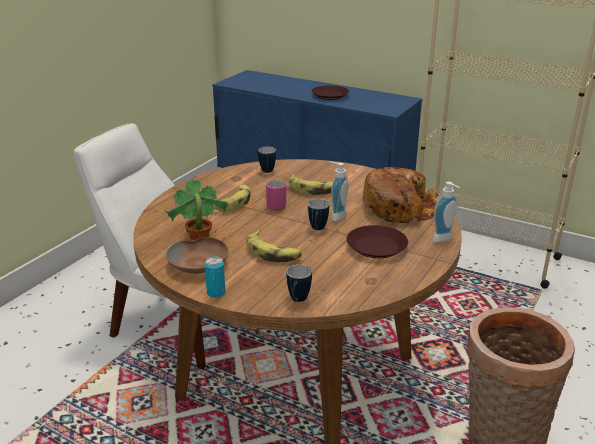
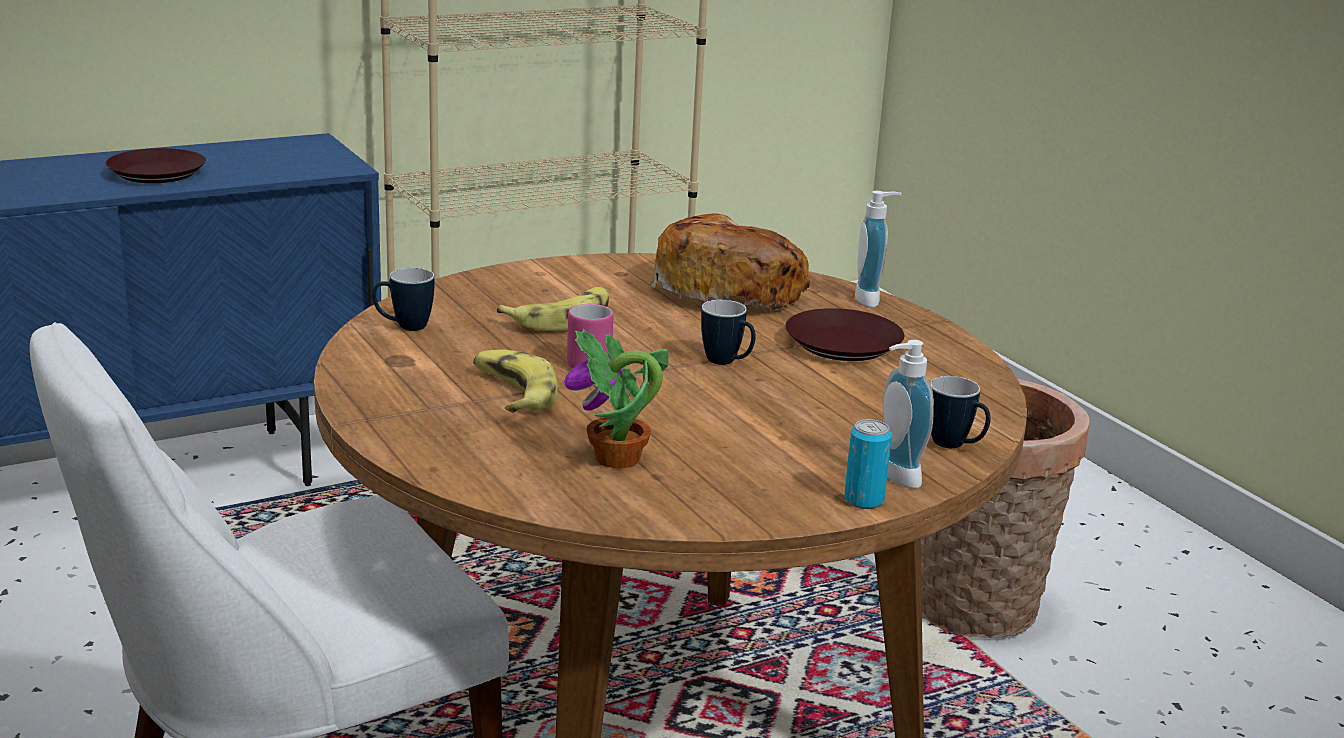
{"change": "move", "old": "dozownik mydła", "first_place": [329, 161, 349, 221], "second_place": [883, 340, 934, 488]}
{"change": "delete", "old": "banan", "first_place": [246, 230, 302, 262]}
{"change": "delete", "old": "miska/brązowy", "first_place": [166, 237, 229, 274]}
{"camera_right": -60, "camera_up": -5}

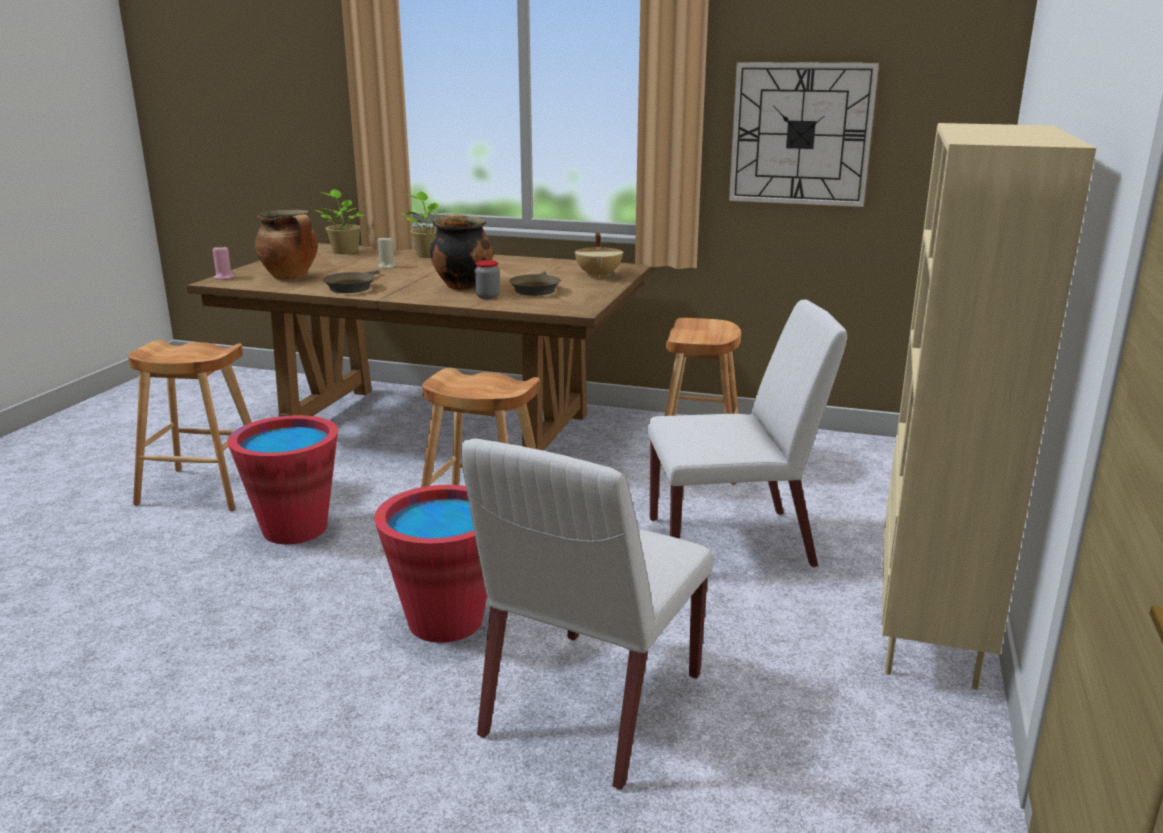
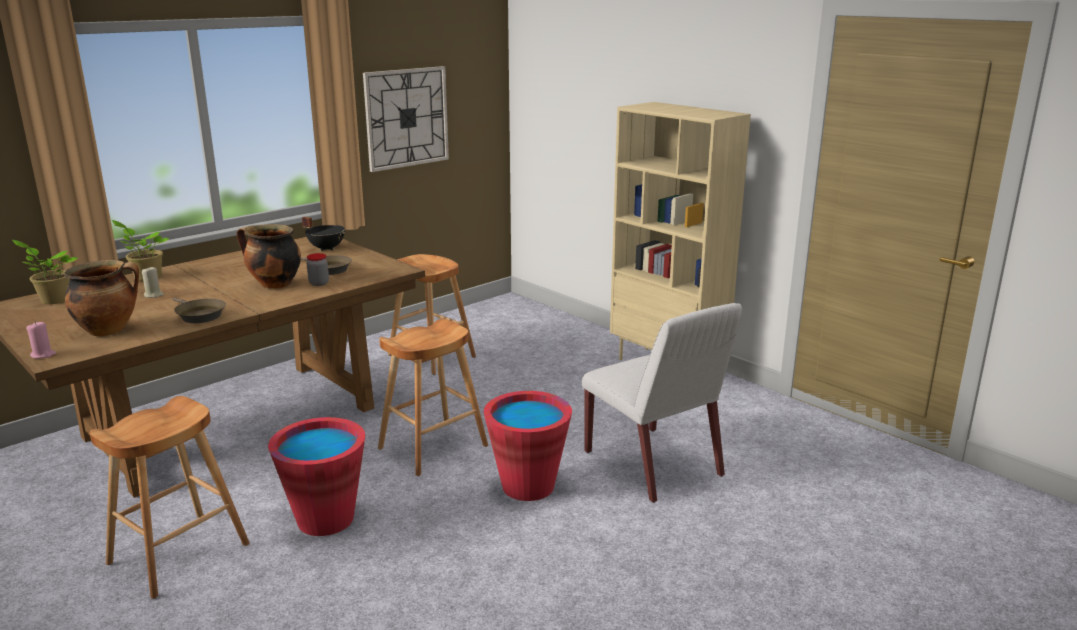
{"change": "recolor", "old": "garnek/beżowy", "new": "garnek/czarny", "first_place": [574, 233, 623, 278], "second_place": [302, 217, 345, 251]}
{"change": "delete", "old": "krzesło/biały", "first_place": [648, 300, 848, 567]}
{"camera_right": -60, "camera_up": 0}

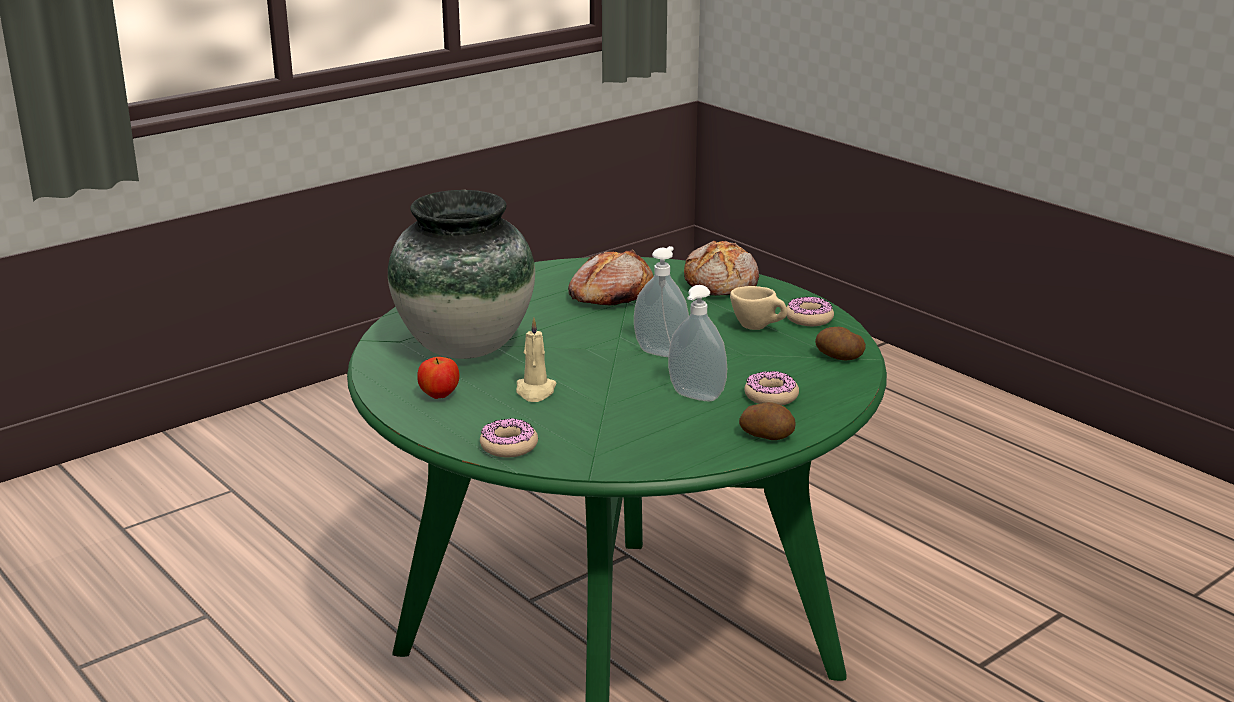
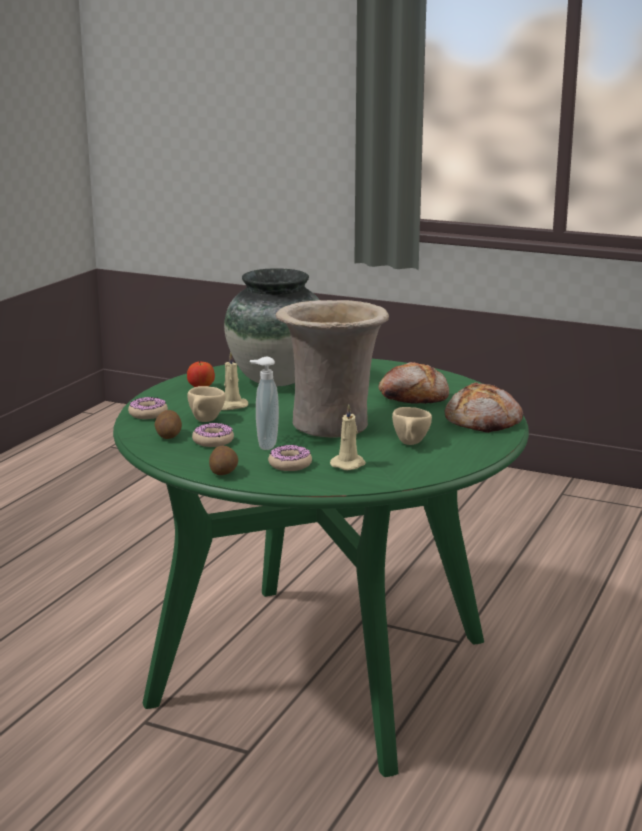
{"change": "replace", "old": "dozownik mydła", "new": "wazon/beżowy", "first_place": [634, 246, 689, 357], "second_place": [276, 300, 389, 438]}
{"change": "move", "old": "donut", "first_place": [787, 296, 834, 326], "second_place": [192, 423, 234, 447]}
{"change": "move", "old": "ziemniak", "first_place": [815, 327, 866, 360], "second_place": [154, 410, 182, 439]}
{"change": "insert", "new": "filiżanka/beżowy", "second_place": [187, 386, 225, 422]}
{"change": "insert", "new": "świeca/beżowy", "second_place": [330, 404, 366, 470]}
{"camera_right": 65, "camera_up": -5}

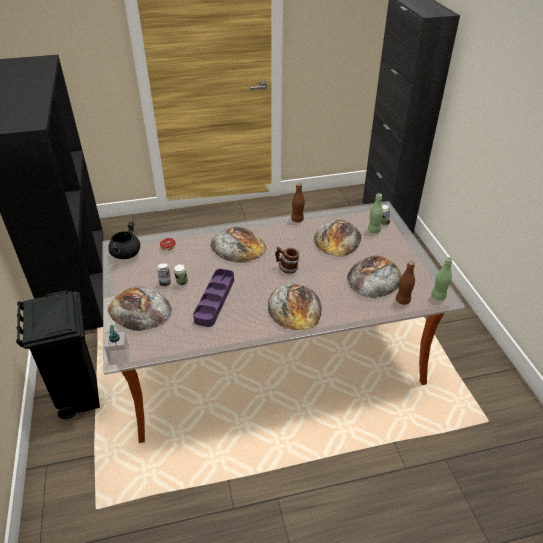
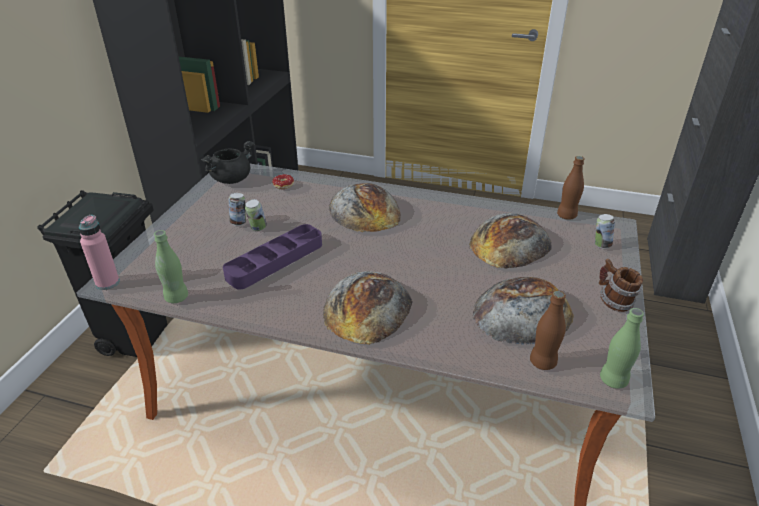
{"change": "move", "old": "butelka/brązowy", "first_place": [291, 183, 305, 222], "second_place": [557, 156, 584, 220]}
{"change": "move", "old": "butelka/zielony", "first_place": [368, 193, 383, 234], "second_place": [154, 230, 188, 303]}
{"change": "move", "old": "kubek", "first_place": [275, 246, 300, 274], "second_place": [599, 259, 643, 312]}
{"change": "delete", "old": "chleb", "first_place": [108, 286, 172, 331]}
{"change": "replace", "old": "dozownik mydła", "new": "butelka/różowy", "first_place": [104, 325, 130, 365], "second_place": [79, 215, 120, 290]}
{"camera_right": 30, "camera_up": -5}

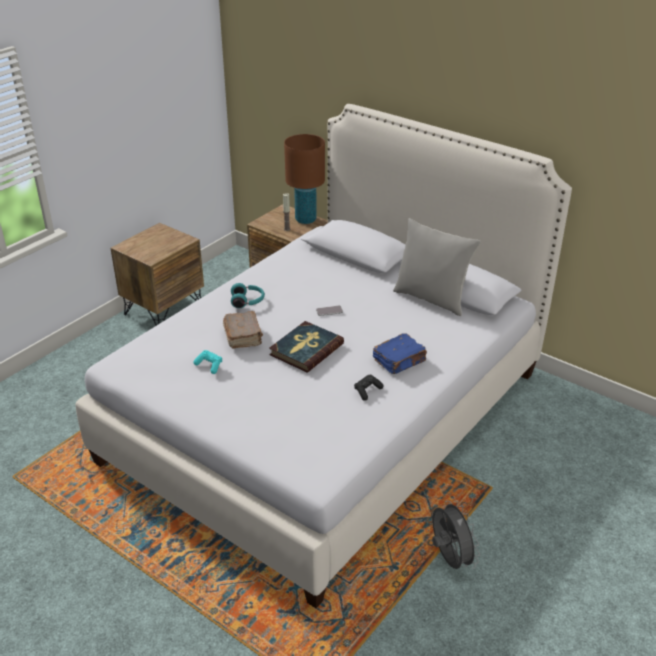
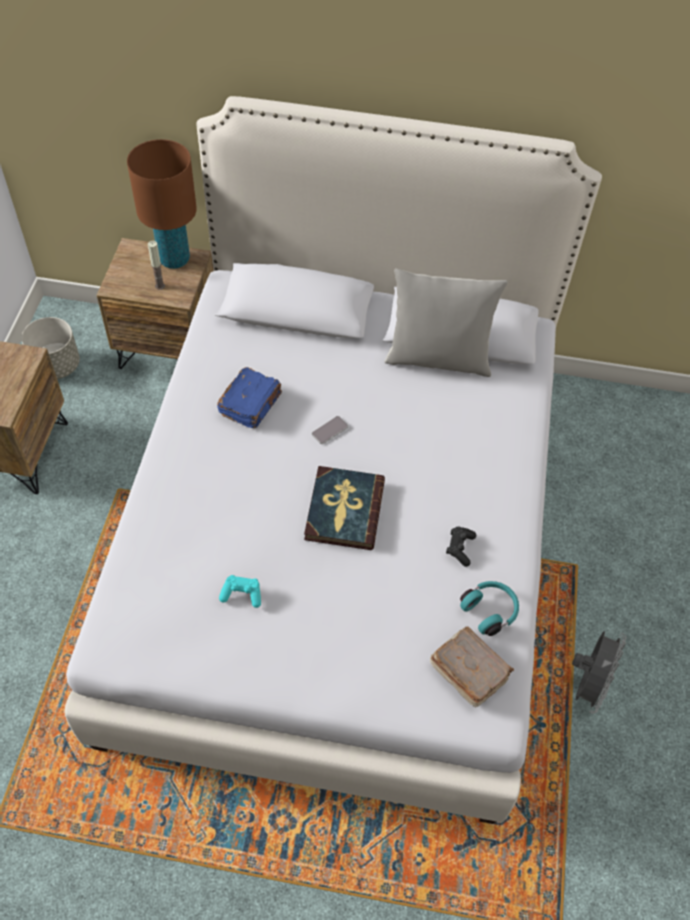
{"change": "move", "old": "słuchawki/turkusowy", "first_place": [231, 283, 265, 308], "second_place": [460, 581, 519, 636]}
{"change": "move", "old": "książka/brązowy", "first_place": [223, 311, 263, 349], "second_place": [430, 627, 514, 707]}
{"change": "move", "old": "książka/niebieski", "first_place": [373, 333, 427, 374], "second_place": [217, 367, 282, 428]}
{"change": "rotate", "old": "wentylator/szary", "first_place": [432, 500, 480, 569], "second_place": [572, 631, 626, 714], "degrees": 75}
{"change": "insert", "new": "donica/szary", "second_place": [21, 317, 80, 379]}
{"camera_right": -30, "camera_up": 20}

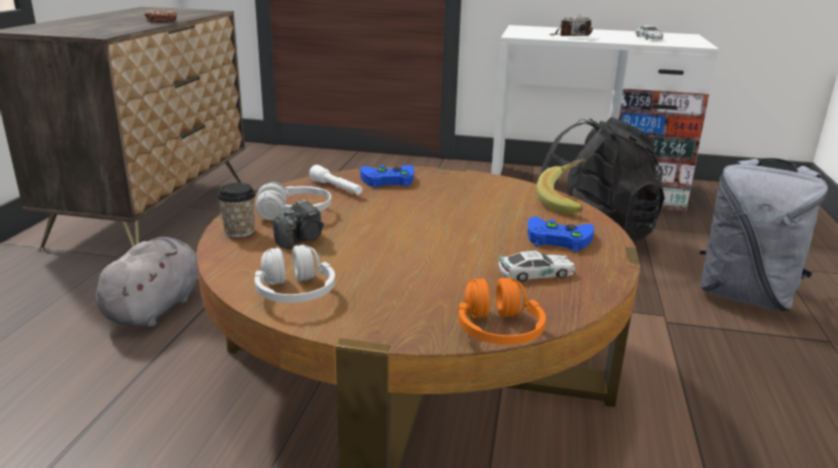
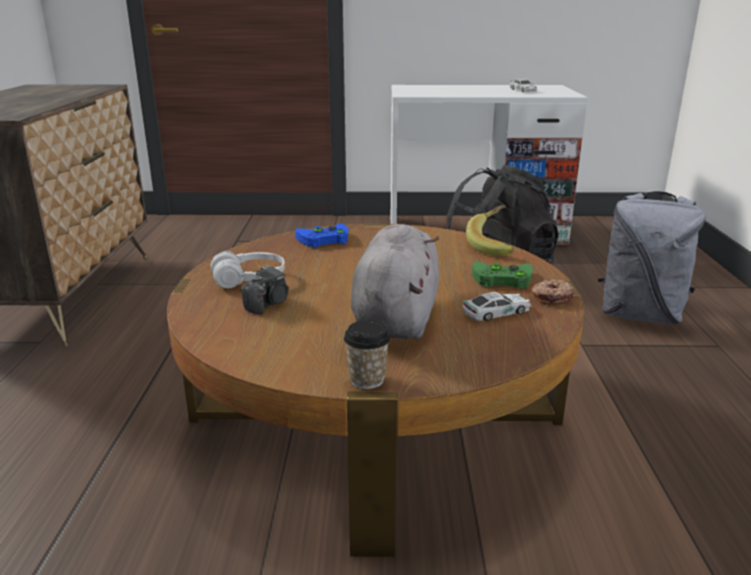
{"change": "move", "old": "donut", "first_place": [144, 10, 177, 22], "second_place": [532, 280, 574, 305]}
{"change": "delete", "old": "aparat fotograficzny", "first_place": [549, 15, 593, 36]}
{"change": "delete", "old": "latarka/biały", "first_place": [309, 165, 362, 194]}
{"change": "move", "old": "filiżanka", "first_place": [217, 183, 256, 237], "second_place": [344, 320, 390, 389]}
{"change": "recolor", "old": "pad do gier/niebieski", "new": "pad do gier/zielony", "first_place": [527, 217, 594, 252], "second_place": [472, 261, 533, 290]}
{"change": "move", "old": "pluszak/szary", "first_place": [96, 237, 198, 327], "second_place": [351, 224, 439, 339]}
{"change": "delete", "old": "słuchawki/biały", "first_place": [255, 245, 335, 303]}
{"change": "delete", "old": "słuchawki/pomarańczowy", "first_place": [458, 278, 546, 345]}
{"camera_right": -10, "camera_up": 0}

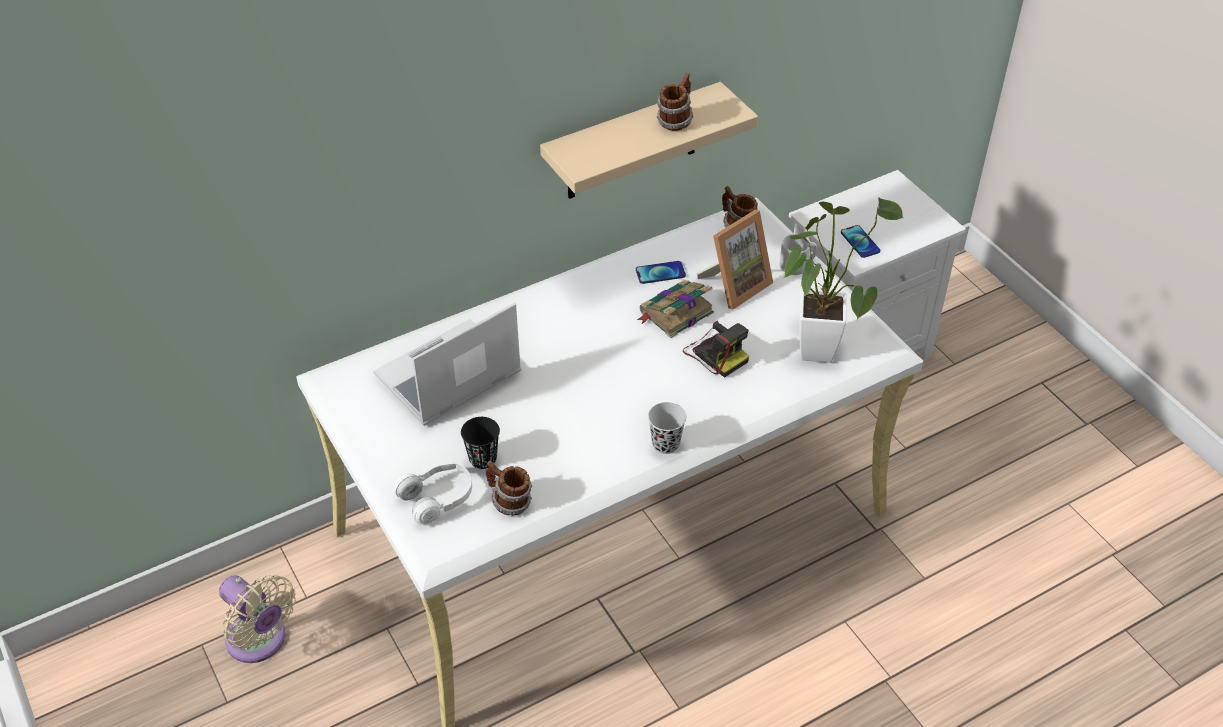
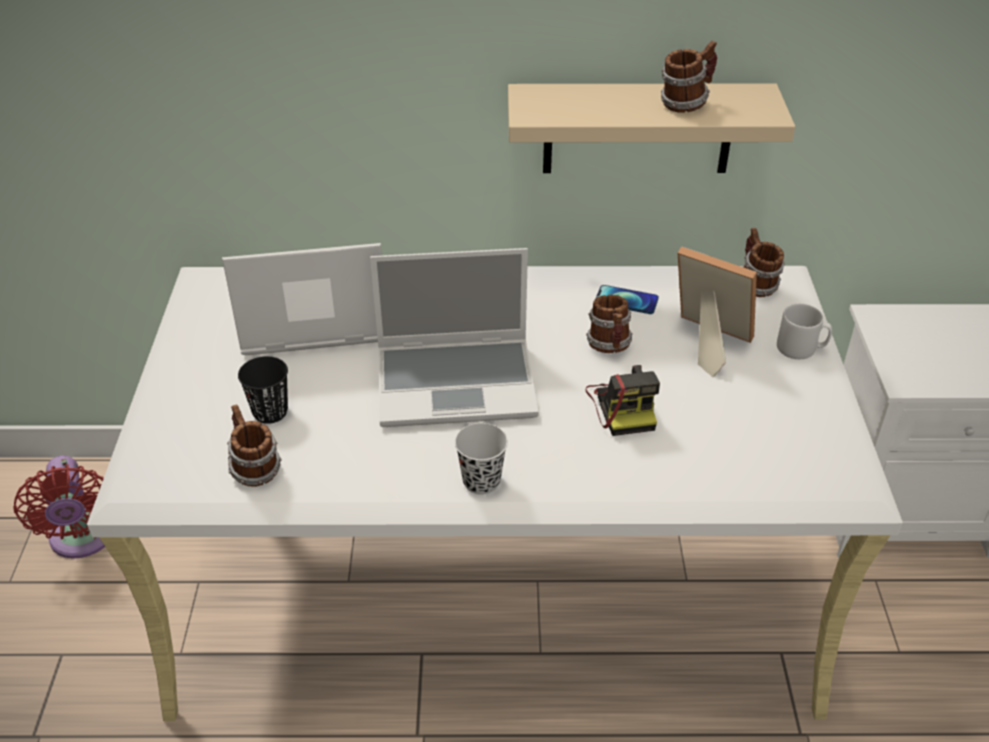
{"change": "delete", "old": "roślina doniczkowa", "first_place": [784, 197, 904, 363]}
{"change": "rotate", "old": "ramka na zdjęcie", "first_place": [697, 210, 773, 310], "second_place": [678, 246, 757, 377], "degrees": -135}
{"change": "delete", "old": "telefon", "first_place": [841, 225, 880, 258]}
{"change": "replace", "old": "książka", "new": "kubek", "first_place": [637, 280, 714, 338], "second_place": [586, 295, 633, 353]}
{"change": "delete", "old": "słuchawki/biały", "first_place": [394, 462, 472, 525]}
{"change": "recolor", "old": "wentylator/beżowy", "new": "wentylator/czerwony", "first_place": [219, 575, 296, 663], "second_place": [13, 456, 105, 559]}
{"change": "insert", "new": "laptop", "second_place": [370, 248, 539, 427]}
{"camera_right": 30, "camera_up": -5}

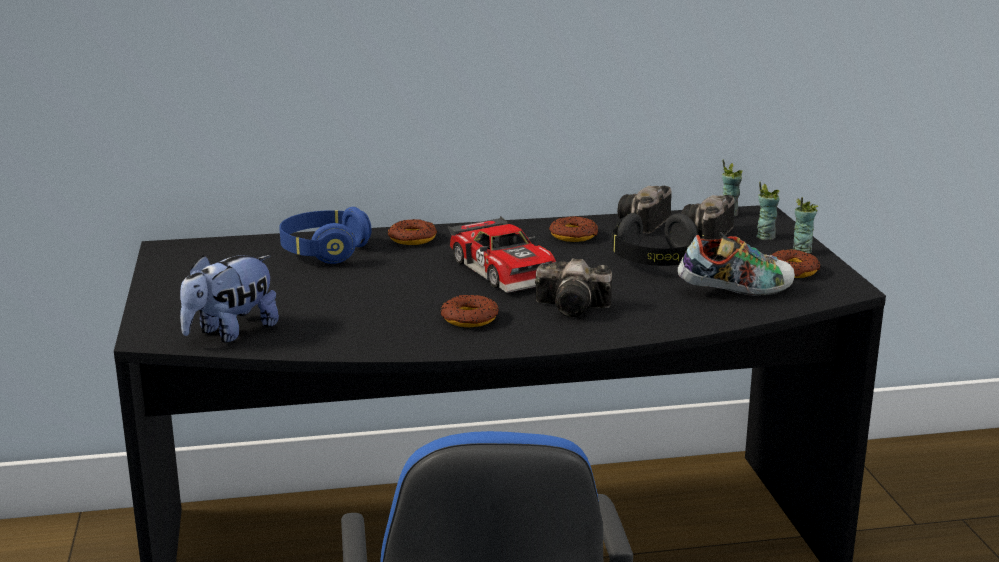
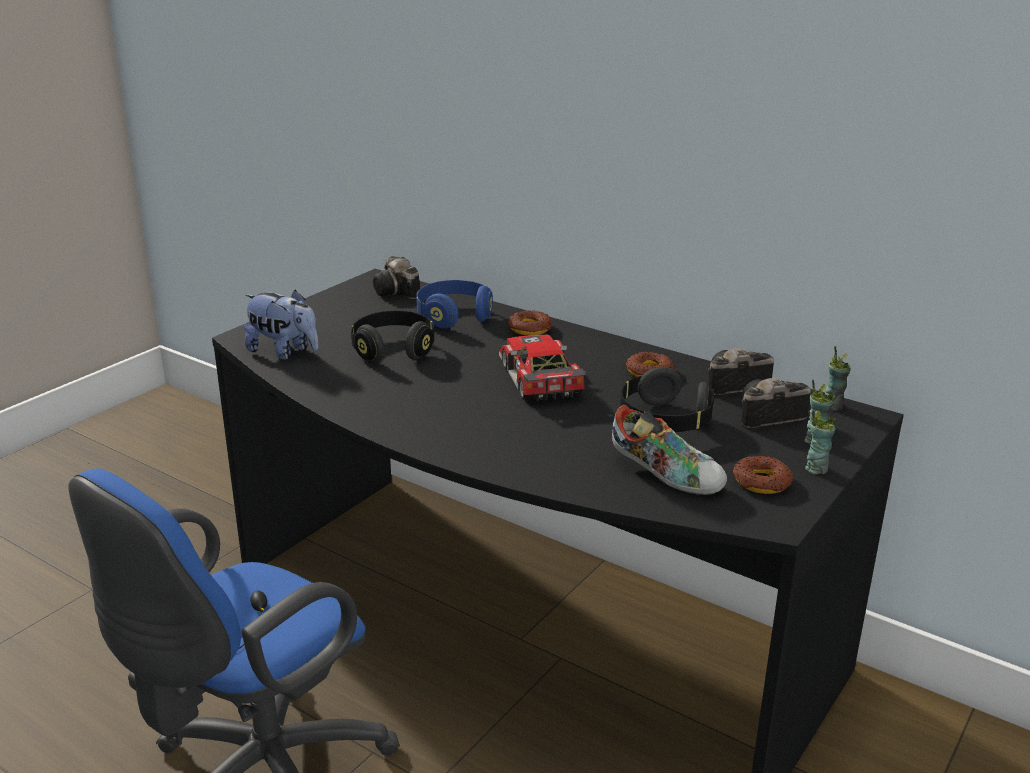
{"change": "rotate", "old": "samochodzik", "first_place": [448, 216, 556, 293], "second_place": [499, 335, 586, 401], "degrees": 150}
{"change": "rotate", "old": "pluszak", "first_place": [180, 255, 279, 342], "second_place": [244, 290, 319, 360], "degrees": -150}
{"change": "move", "old": "aparat fotograficzny", "first_place": [535, 258, 612, 317], "second_place": [373, 256, 420, 299]}
{"change": "delete", "old": "donut", "first_place": [440, 294, 499, 327]}
{"change": "insert", "new": "słuchawki/czarny", "second_place": [351, 310, 434, 363]}
{"camera_right": 45, "camera_up": 5}

